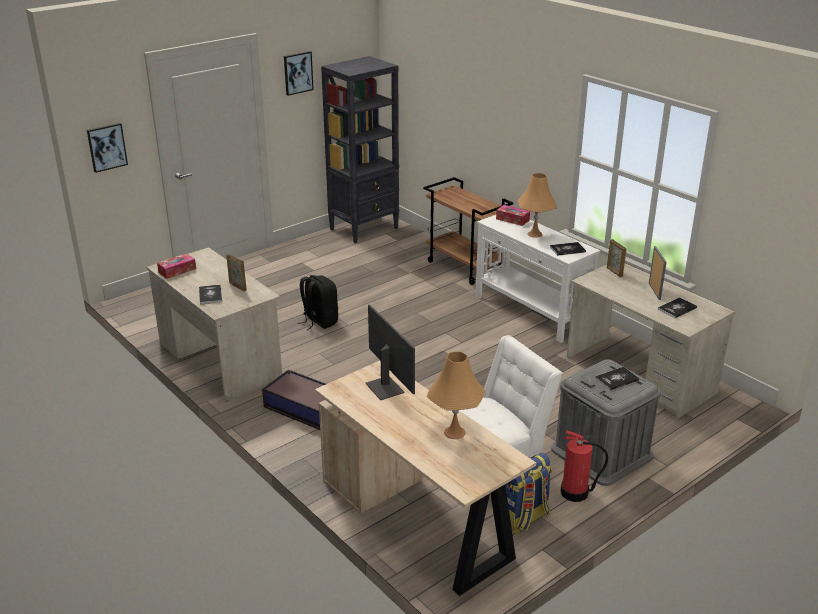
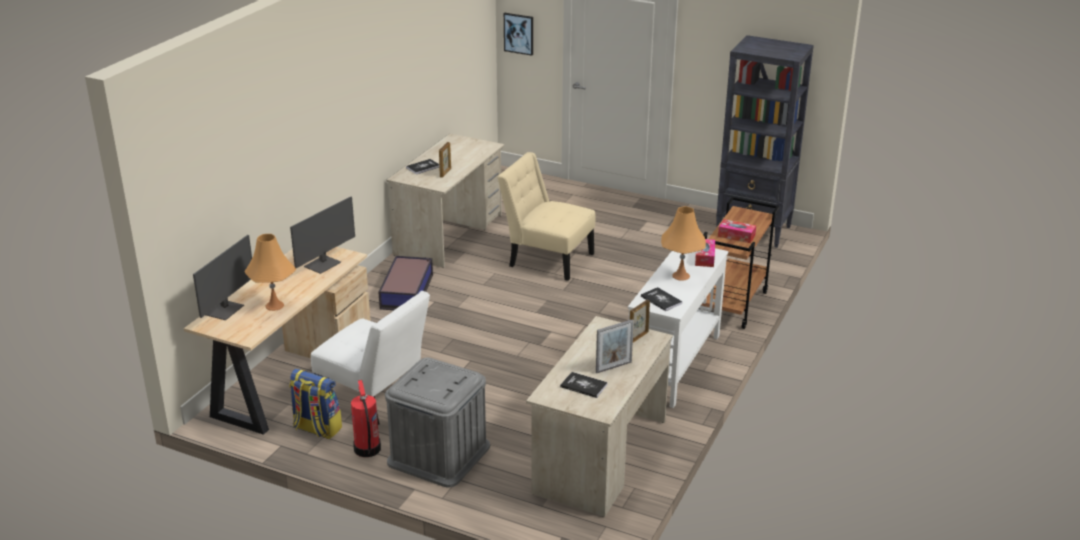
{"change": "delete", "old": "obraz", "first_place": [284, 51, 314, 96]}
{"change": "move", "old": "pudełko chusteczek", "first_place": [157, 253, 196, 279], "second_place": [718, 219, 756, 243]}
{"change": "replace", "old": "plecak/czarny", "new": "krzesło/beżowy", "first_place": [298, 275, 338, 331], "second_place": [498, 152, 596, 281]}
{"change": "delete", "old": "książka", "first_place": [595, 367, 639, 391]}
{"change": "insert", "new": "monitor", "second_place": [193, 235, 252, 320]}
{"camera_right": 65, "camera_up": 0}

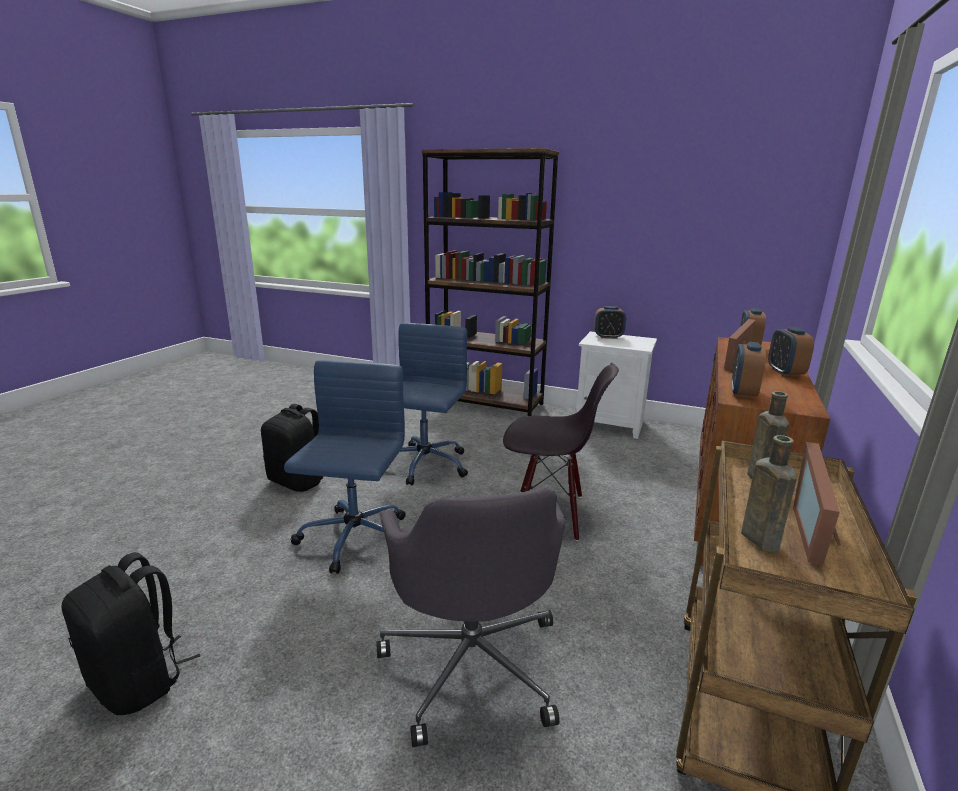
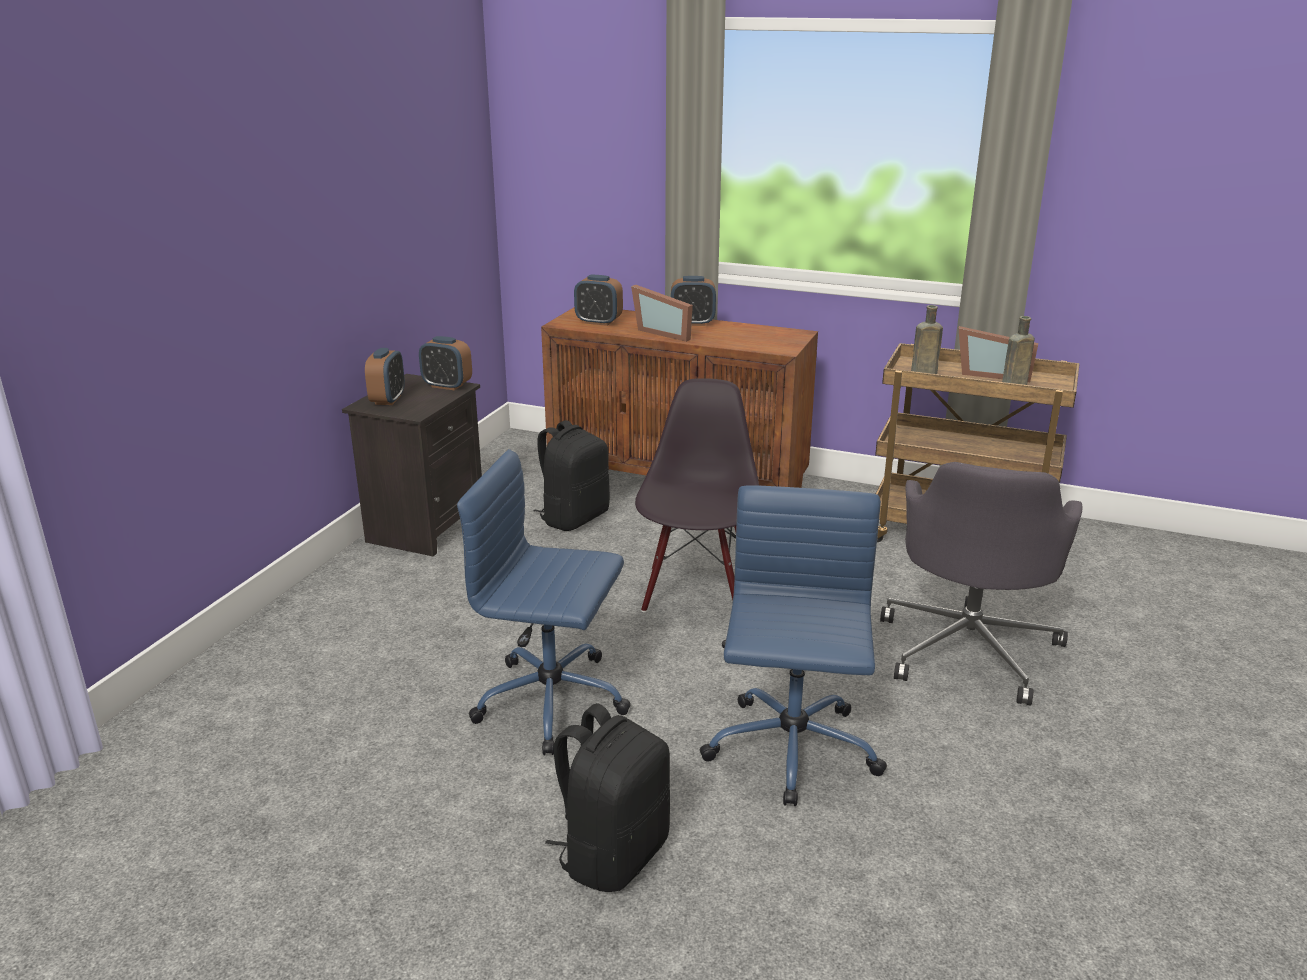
{"change": "delete", "old": "regał/brązowy", "first_place": [422, 148, 559, 416]}
{"change": "recolor", "old": "szafka nocna/biały", "new": "szafka nocna/czarny", "first_place": [576, 332, 657, 439], "second_place": [342, 374, 482, 556]}
{"change": "move", "old": "budzik", "first_place": [732, 342, 766, 399], "second_place": [419, 336, 472, 390]}
{"change": "rotate", "old": "krzesło biurowe/niebieski", "first_place": [284, 360, 406, 574], "second_place": [699, 485, 887, 806], "degrees": 90}
{"change": "rotate", "old": "krzesło biurowe/szary", "first_place": [376, 488, 565, 747], "second_place": [880, 462, 1083, 706], "degrees": 120}
{"change": "move", "old": "plecak/czarny", "first_place": [61, 552, 200, 715], "second_place": [533, 420, 610, 531]}
{"camera_right": -90, "camera_up": 5}

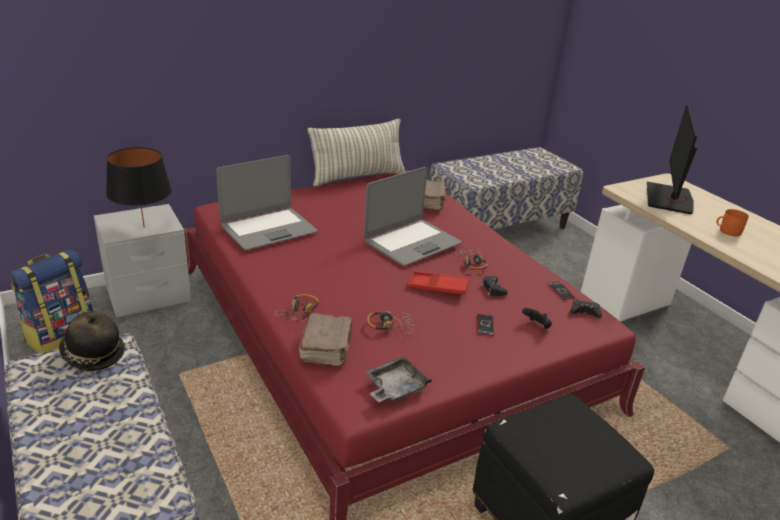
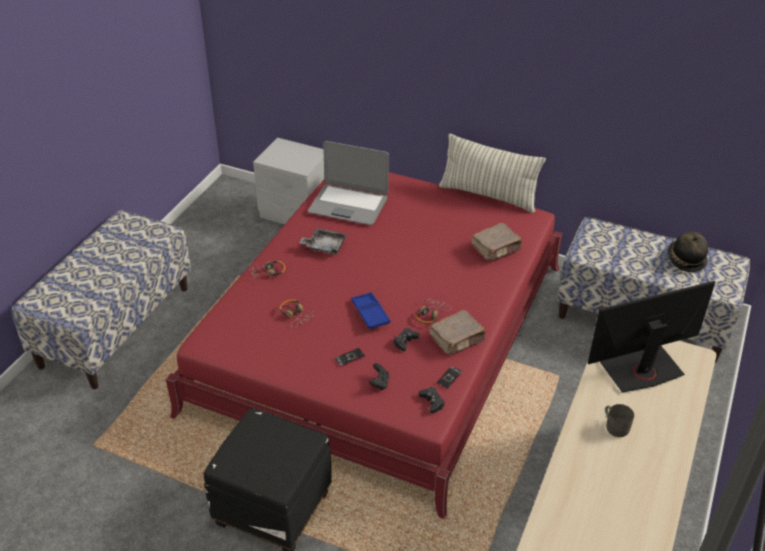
{"change": "delete", "old": "lampa stołowa/czarny", "first_place": [106, 147, 172, 228]}
{"change": "delete", "old": "laptop", "first_place": [364, 167, 461, 266]}
{"change": "recolor", "old": "kubek/pomarańczowy", "new": "kubek/szary", "first_place": [716, 209, 749, 237], "second_place": [605, 404, 634, 437]}
{"change": "delete", "old": "plecak", "first_place": [11, 250, 94, 353]}
{"change": "recolor", "old": "taca/czerwony", "new": "taca/niebieski", "first_place": [407, 271, 470, 295], "second_place": [351, 292, 390, 329]}
{"change": "move", "old": "kapelusz", "first_place": [59, 311, 125, 371], "second_place": [668, 232, 708, 272]}
{"change": "move", "old": "książka/brązowy", "first_place": [299, 313, 352, 366], "second_place": [430, 310, 486, 355]}
{"change": "move", "old": "taca/szary", "first_place": [365, 356, 432, 402], "second_place": [299, 228, 347, 255]}
{"camera_right": 55, "camera_up": 10}

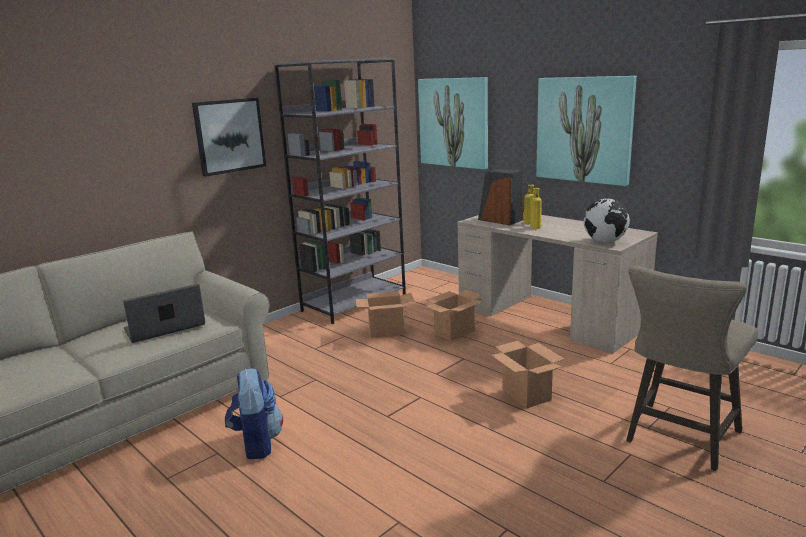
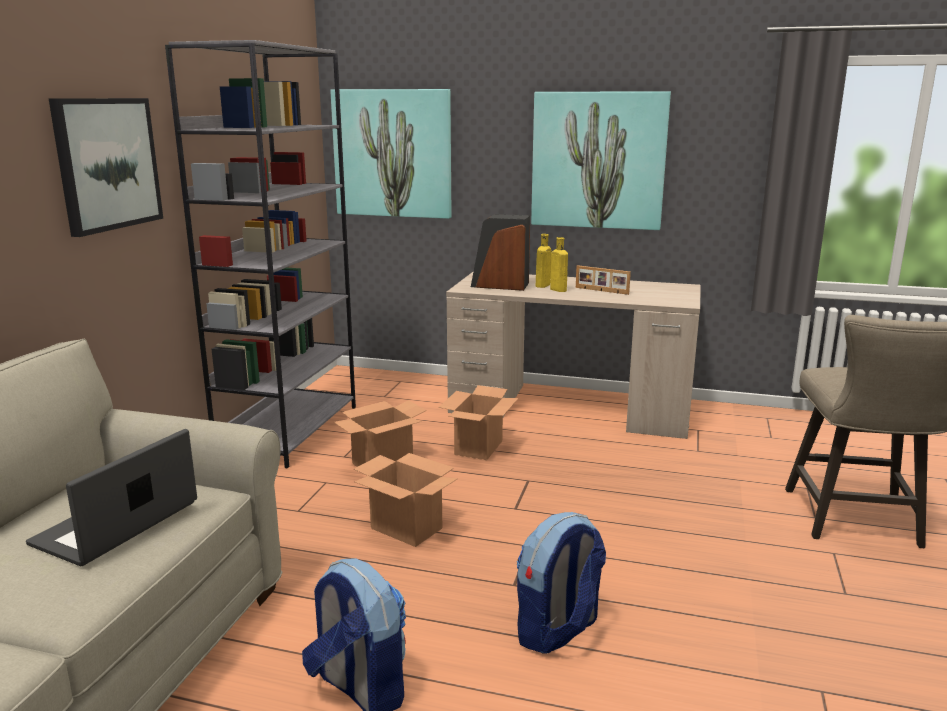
{"change": "delete", "old": "globus", "first_place": [584, 198, 630, 243]}
{"change": "move", "old": "karton", "first_place": [491, 341, 565, 408], "second_place": [353, 453, 458, 547]}
{"change": "insert", "new": "ramka na zdjęcie", "second_place": [576, 265, 631, 295]}
{"change": "insert", "new": "plecak", "second_place": [517, 512, 606, 654]}
{"camera_right": -30, "camera_up": 0}

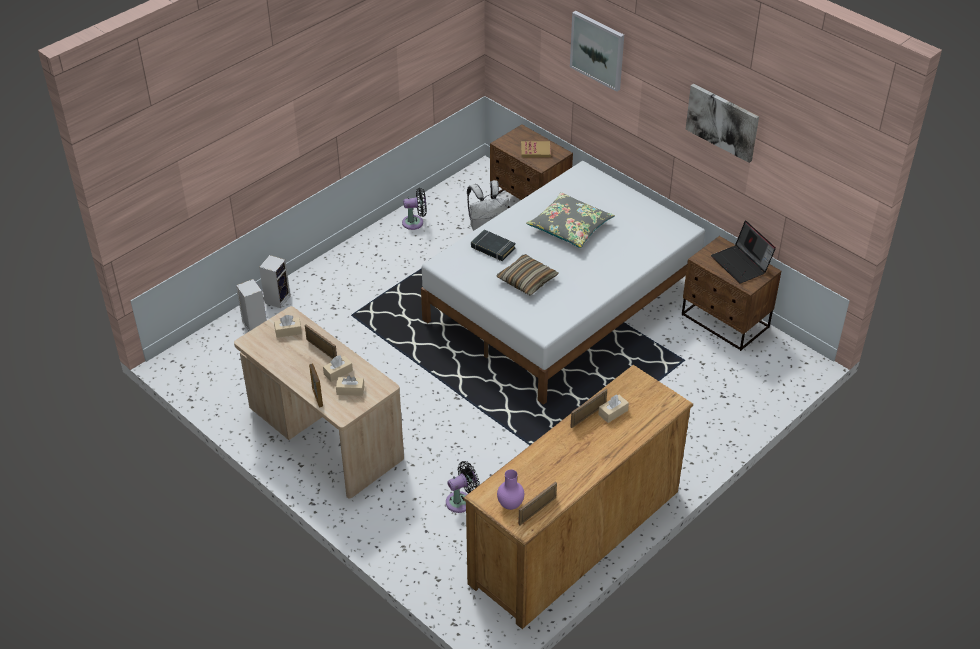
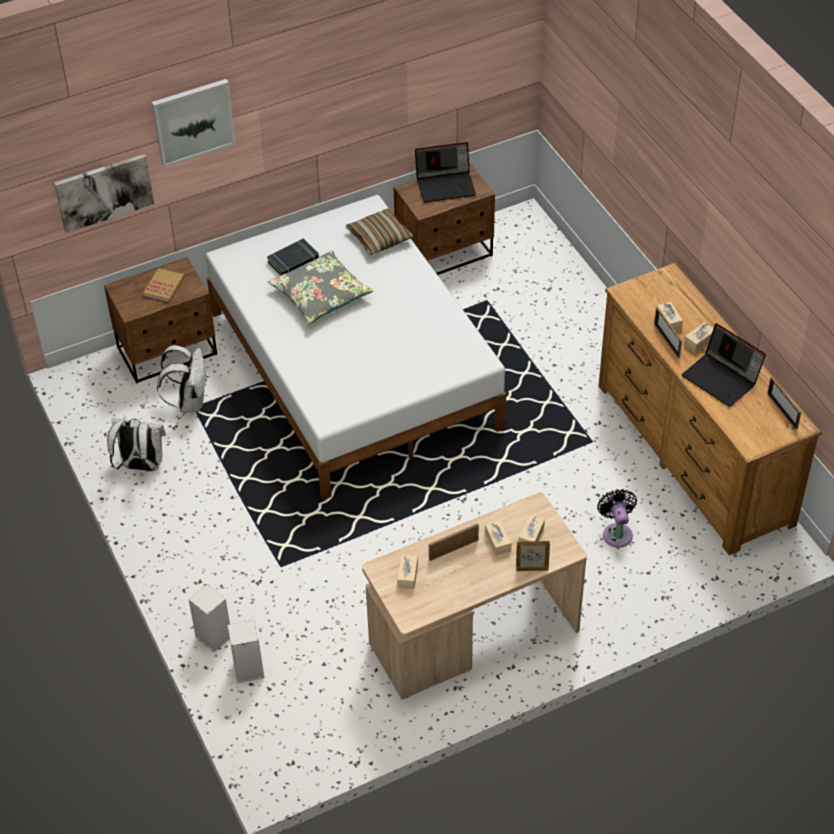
{"change": "move", "old": "obraz", "first_place": [685, 84, 759, 163], "second_place": [54, 154, 154, 233]}
{"change": "replace", "old": "wentylator/czarny", "new": "plecak/biały", "first_place": [402, 188, 427, 230], "second_place": [107, 418, 166, 472]}
{"change": "move", "old": "książka/czarny", "first_place": [471, 229, 515, 261], "second_place": [267, 238, 319, 275]}
{"change": "move", "old": "poduszka", "first_place": [496, 254, 559, 295], "second_place": [346, 208, 413, 255]}
{"change": "delete", "old": "wazon/fioletowy", "first_place": [497, 469, 524, 510]}
{"change": "insert", "new": "pudełko chusteczek/beżowy", "second_place": [684, 322, 714, 353]}
{"change": "insert", "new": "laptop", "second_place": [682, 323, 766, 407]}
{"camera_right": -70, "camera_up": 5}

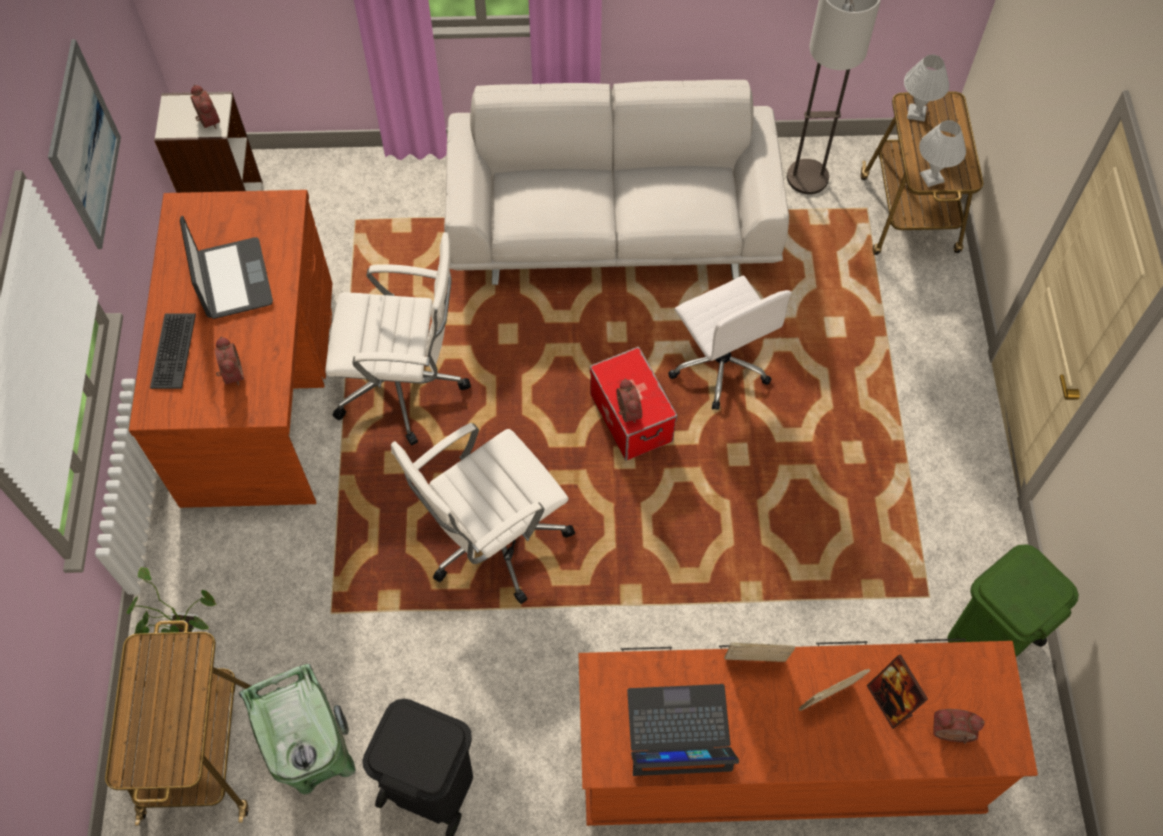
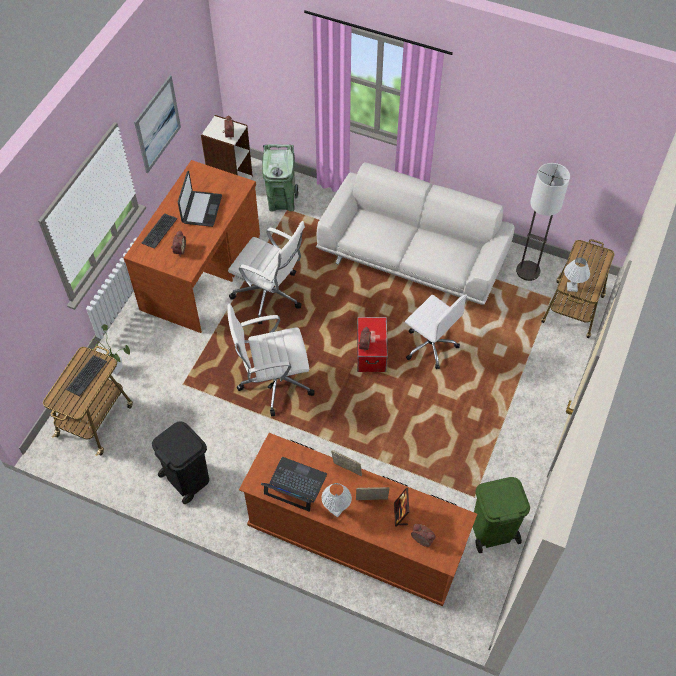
{"change": "move", "old": "lampa stołowa/biały", "first_place": [904, 55, 949, 122], "second_place": [321, 483, 352, 518]}
{"change": "rotate", "old": "krzesło biurowe/biały", "first_place": [668, 276, 792, 410], "second_place": [405, 294, 467, 369], "degrees": -45}
{"change": "move", "old": "kosz na śmieci/zielony", "first_place": [239, 664, 356, 795], "second_place": [262, 144, 299, 211]}
{"change": "insert", "new": "klawiatura", "second_place": [66, 355, 107, 396]}
{"camera_right": 25, "camera_up": -5}

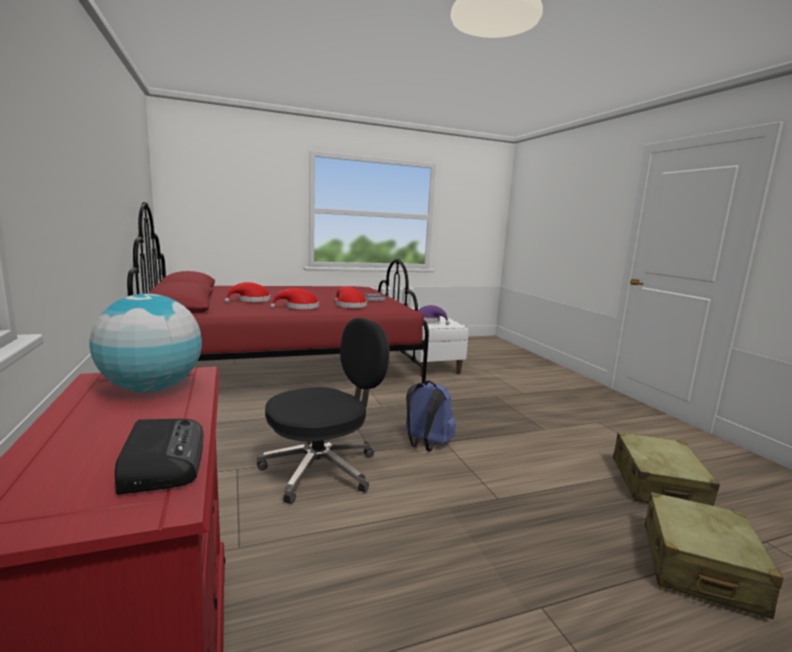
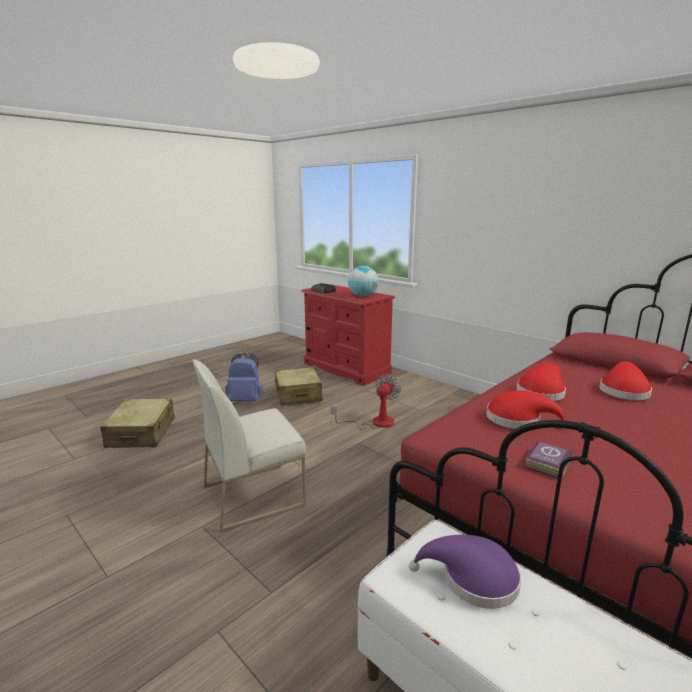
{"change": "replace", "old": "krzesło biurowe/czarny", "new": "wentylator", "first_place": [257, 318, 390, 504], "second_place": [331, 374, 401, 429]}
{"change": "move", "old": "plecak/niebieski", "first_place": [405, 381, 456, 452], "second_place": [225, 353, 263, 401]}
{"change": "move", "old": "walizka/beżowy", "first_place": [613, 432, 720, 506], "second_place": [274, 367, 323, 406]}
{"change": "insert", "new": "krzesło/biały", "second_place": [192, 359, 306, 533]}
{"camera_right": 155, "camera_up": 5}

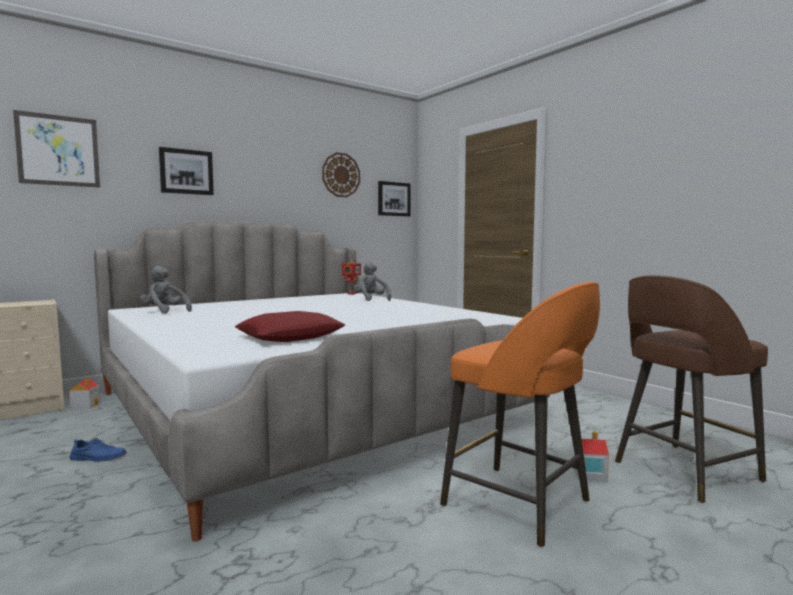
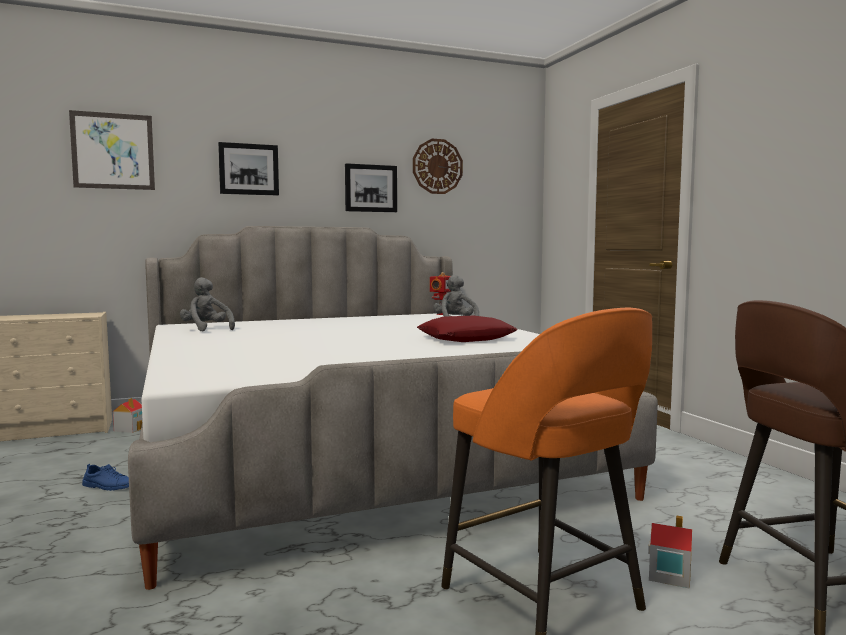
{"change": "move", "old": "obraz", "first_place": [378, 181, 411, 217], "second_place": [345, 163, 397, 212]}
{"change": "move", "old": "poduszka/czerwony", "first_place": [235, 311, 345, 342], "second_place": [417, 316, 518, 342]}
{"camera_right": 15, "camera_up": 0}

